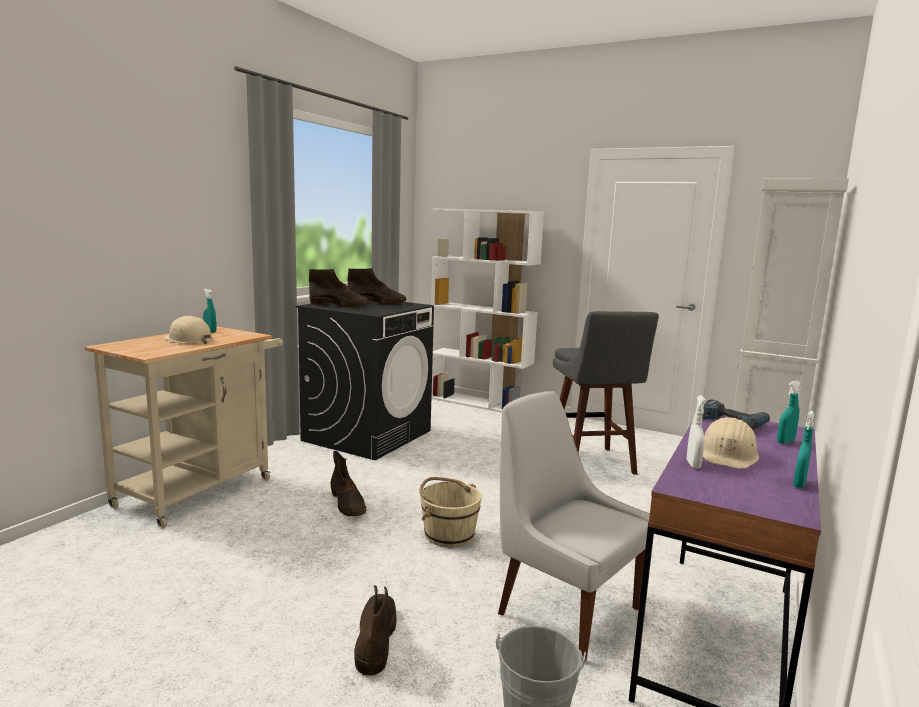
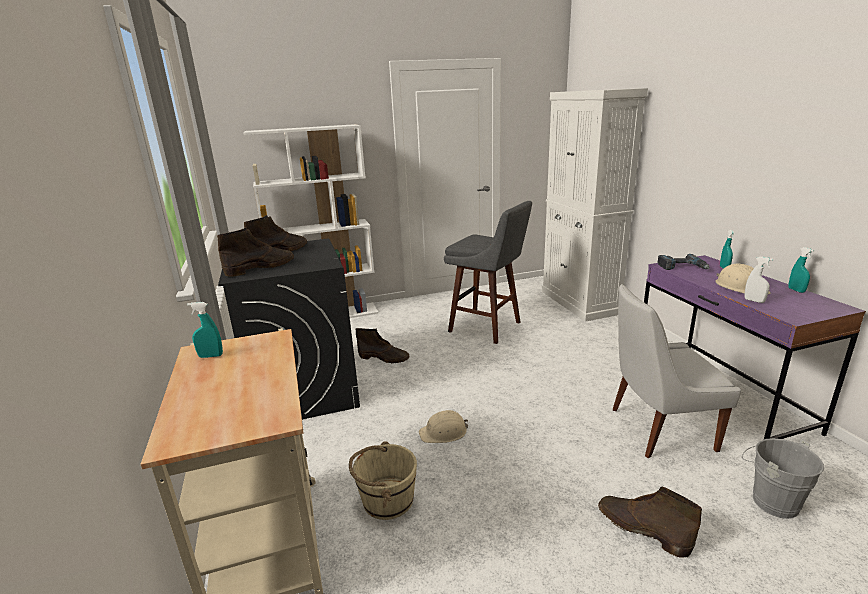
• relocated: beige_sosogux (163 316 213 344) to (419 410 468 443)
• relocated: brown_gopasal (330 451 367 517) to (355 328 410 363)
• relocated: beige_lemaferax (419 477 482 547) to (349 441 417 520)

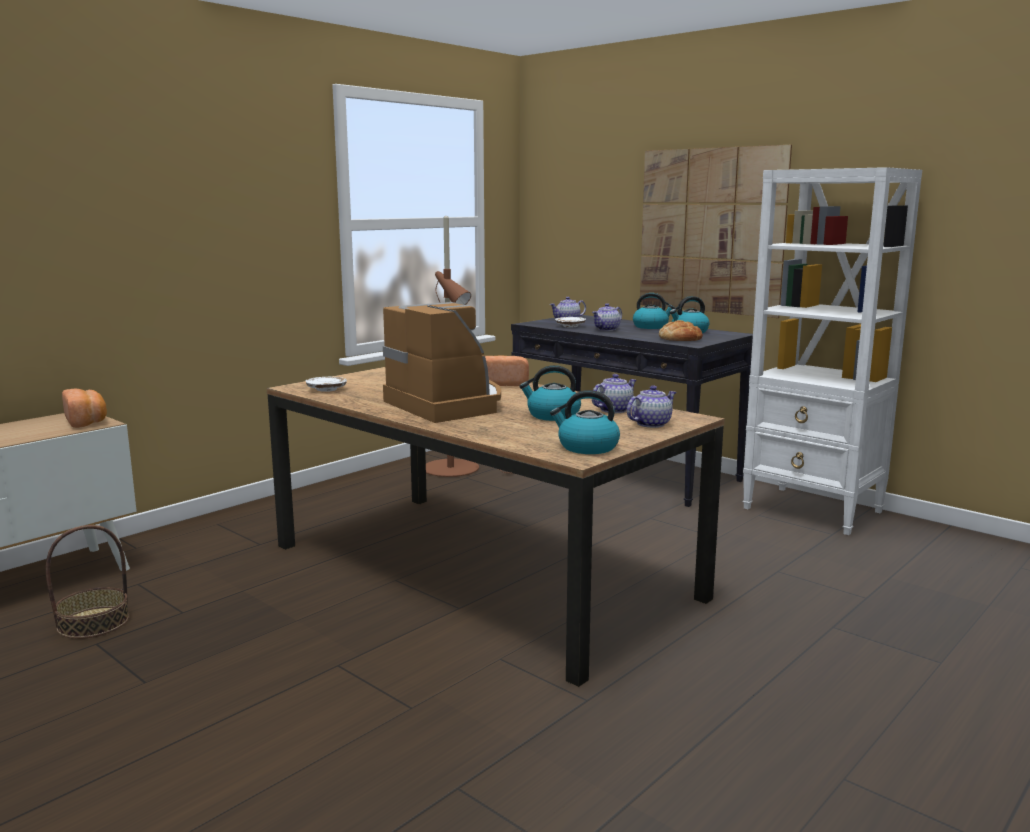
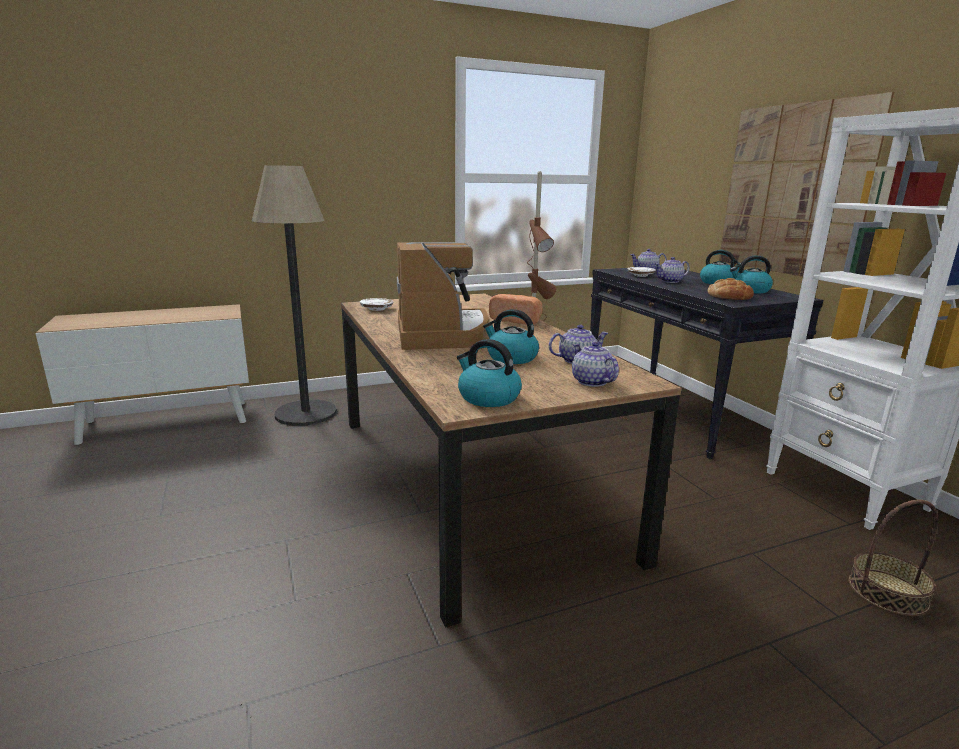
• missing: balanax (62 389 107 428)
• appeared: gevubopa (252 165 337 426)
• relocated: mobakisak (46 525 130 639) to (849 500 938 616)
• spun: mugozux (627 386 676 428) = (572 342 619 387) 105 degrees counterclockwise

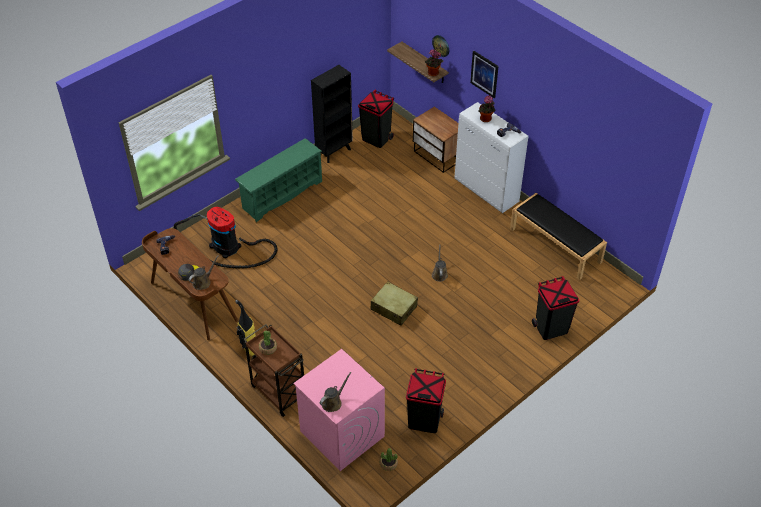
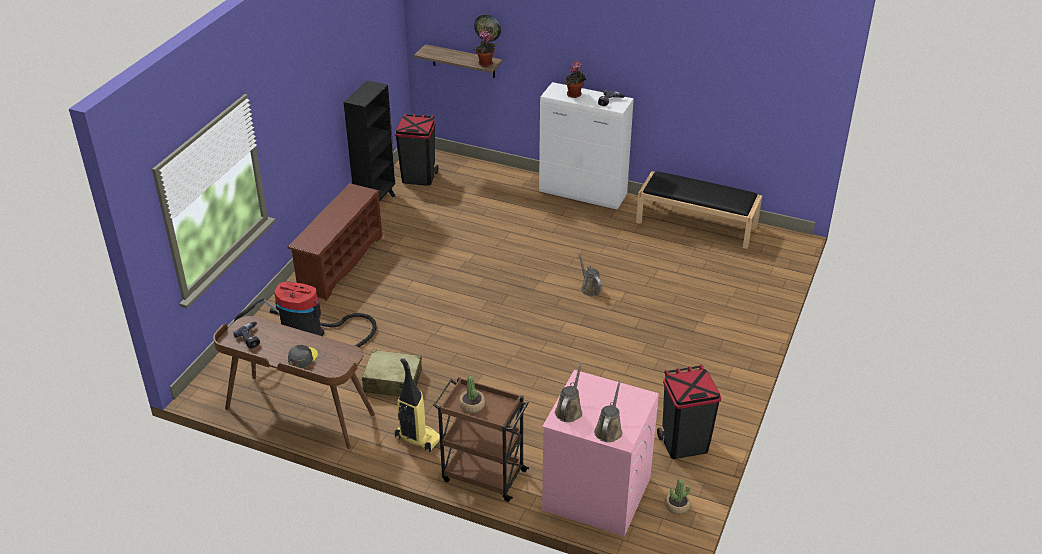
• missing: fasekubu (413 107 458 173)
• missing: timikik (470 51 499 98)
• missing: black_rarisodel (532 276 579 340)
• relocated: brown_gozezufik (188 255 219 290) to (555 362 583 422)
• relocated: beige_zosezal (370 281 418 326) to (362 350 422 396)
• colour: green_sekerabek (235 138 322 222) to brown_sekerabek (287 183 382 301)

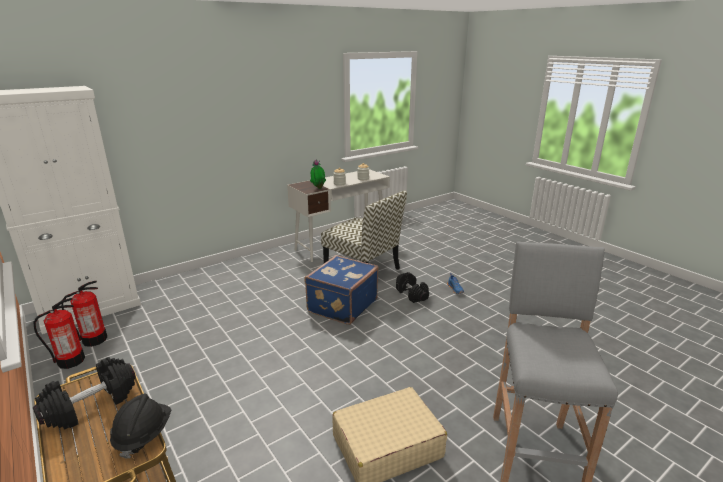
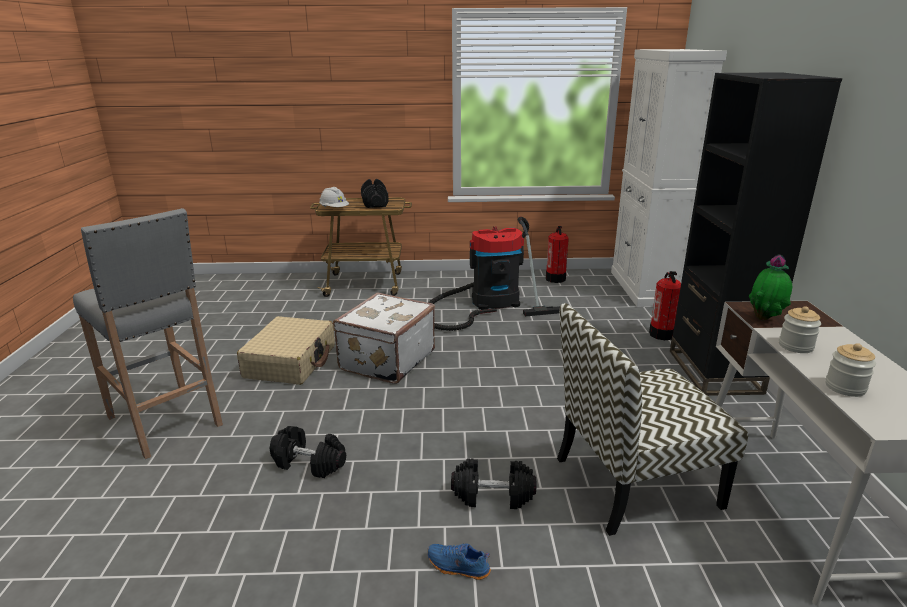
• missing: blue_zosezal (304 255 379 325)
• appeared: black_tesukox (270 426 346 478)
• appeared: white_zosezal (333 292 435 384)
• appeared: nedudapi (428 217 560 331)
• appeared: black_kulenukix (670 72 842 396)
• relocated: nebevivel (61 281 107 347) to (649 271 681 340)
• colour: black_sosogux (110 394 171 459) to white_sosogux (319 187 349 207)

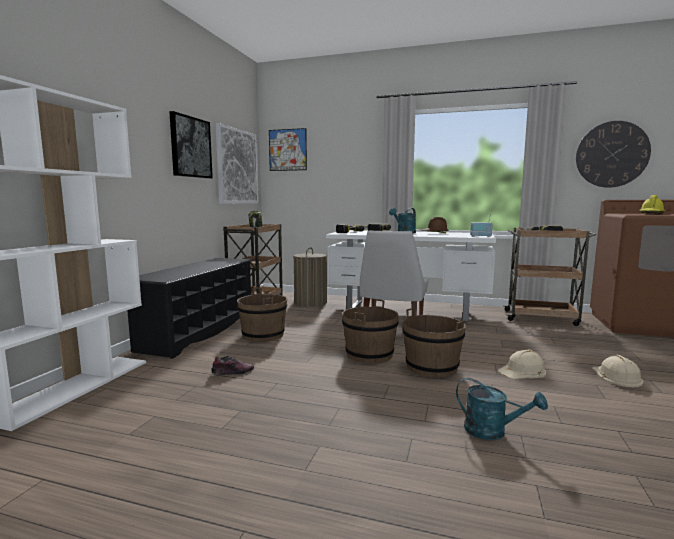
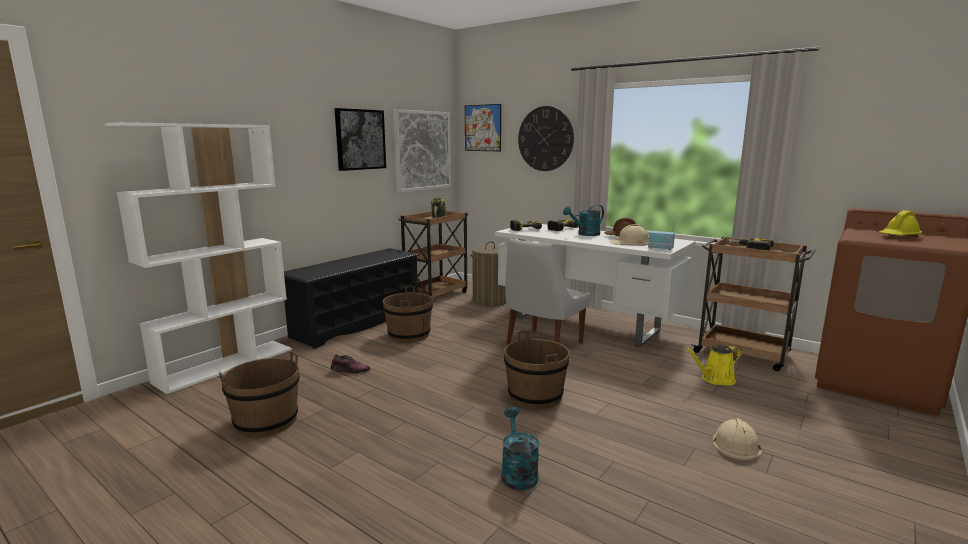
• appeared: yellow_gozezufik (685 345 742 386)
• relocated: brown_lemaferax (342 299 399 363) to (219 351 300 438)
• relocated: beige_sosogux (498 349 546 379) to (610 225 649 246)
• relocated: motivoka (576 121 651 188) to (518 106 574 171)
• spun: turquoise_gozezufik (456 378 548 440) = (501 407 539 490) 150 degrees counterclockwise

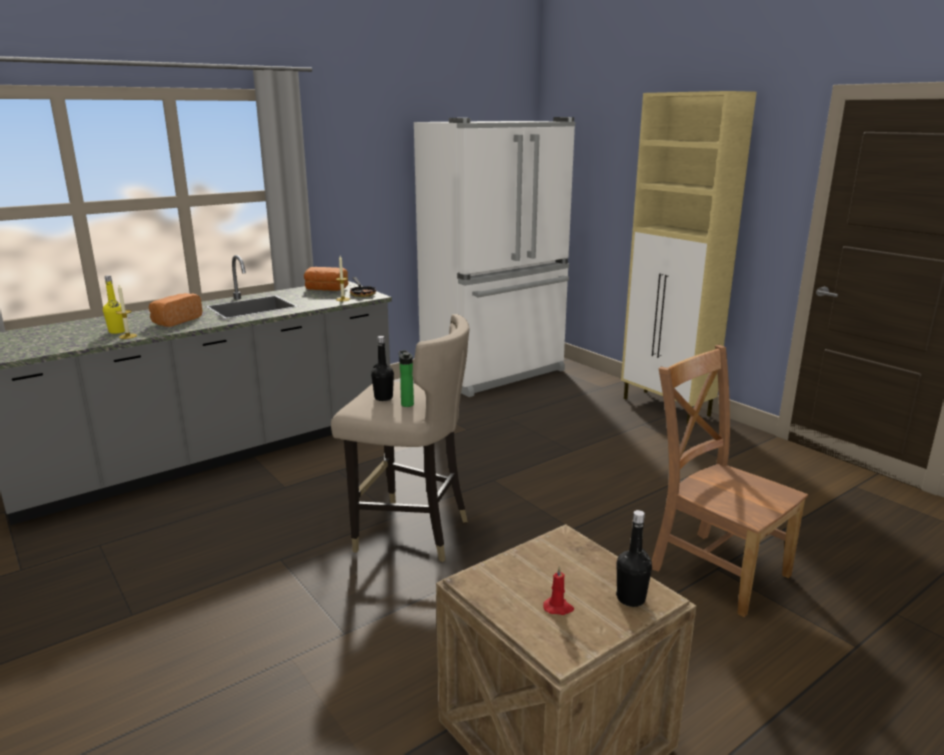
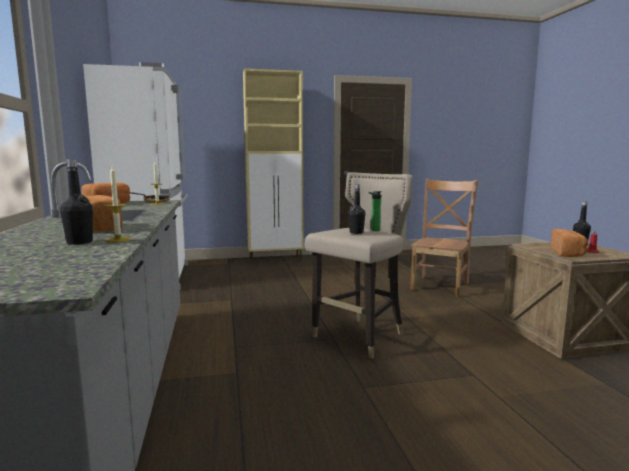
• appeared: balanax (551 229 588 257)
• colour: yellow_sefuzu (103 275 125 334) to black_sefuzu (60 159 93 245)
• spun: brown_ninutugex (652 345 808 617) = (410 179 479 297) 135 degrees clockwise

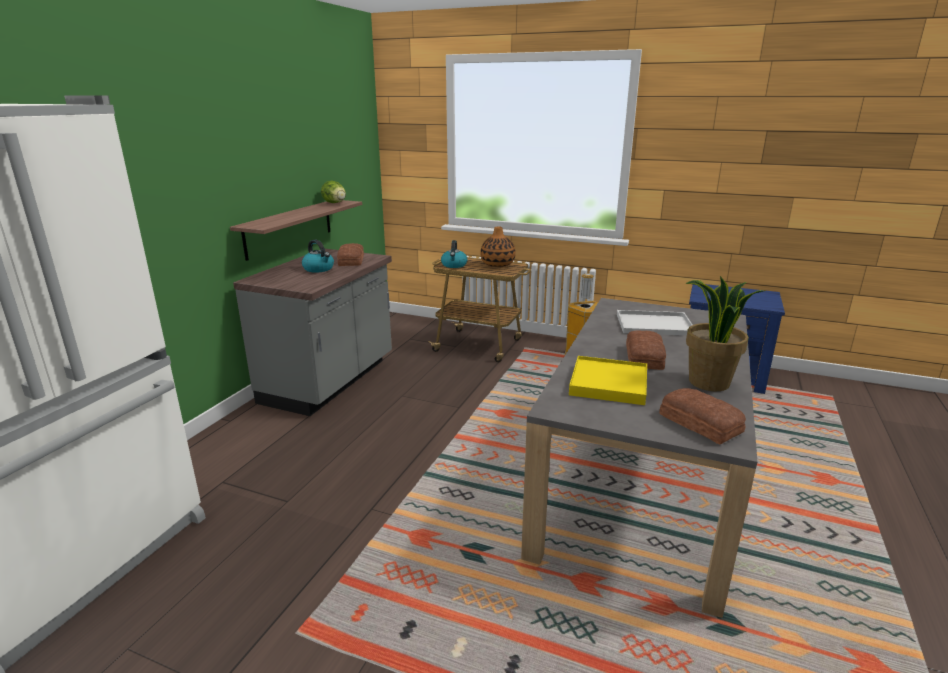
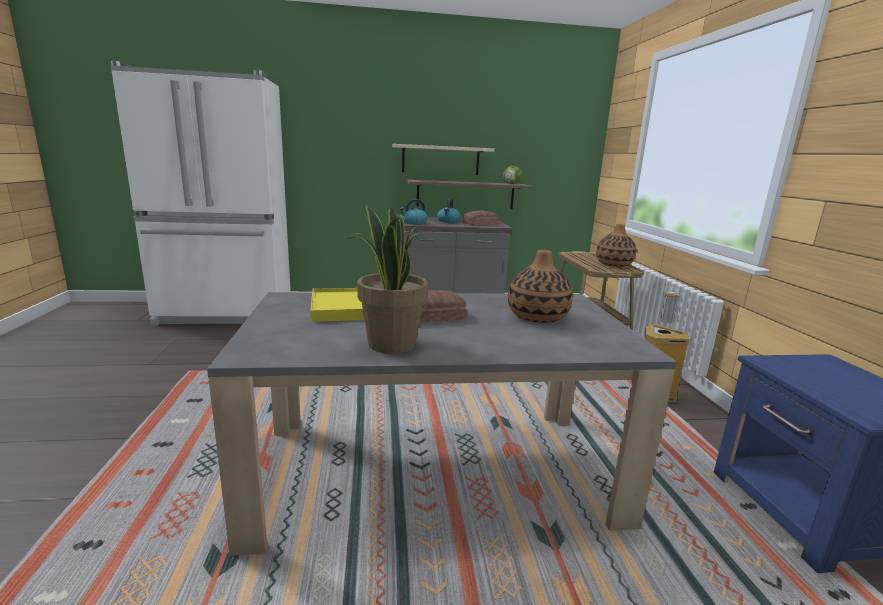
• missing: balanax (659 388 746 444)
• appeared: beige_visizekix (392 144 494 175)
• relocated: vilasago (441 240 467 268) to (400 199 428 225)
• exchanged: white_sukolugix (617 310 692 336) to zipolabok (508 250 572 323)

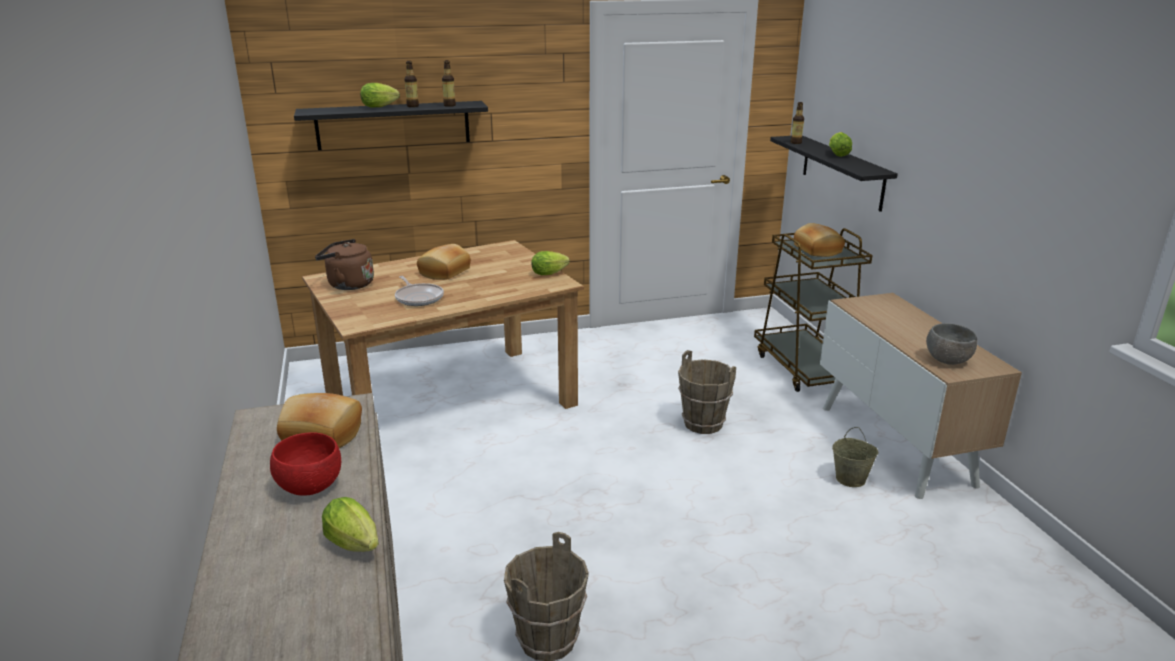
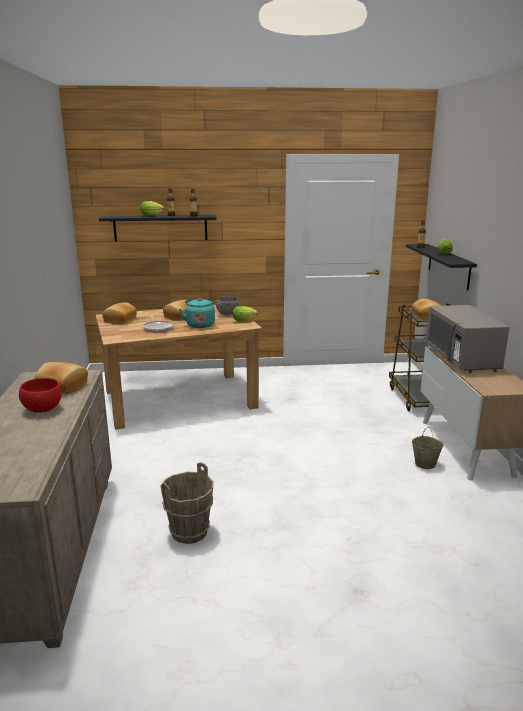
• missing: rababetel (322 497 379 552)
• missing: brown_lemaferax (678 350 736 434)
• appeared: turquoise_vilasago (179 298 215 328)
• appeared: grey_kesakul (426 305 510 373)
• relocated: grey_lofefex (926 323 977 365) to (216 296 239 315)
• exchanged: brown_vilasago (315 239 374 290) to balanax (102 302 137 324)

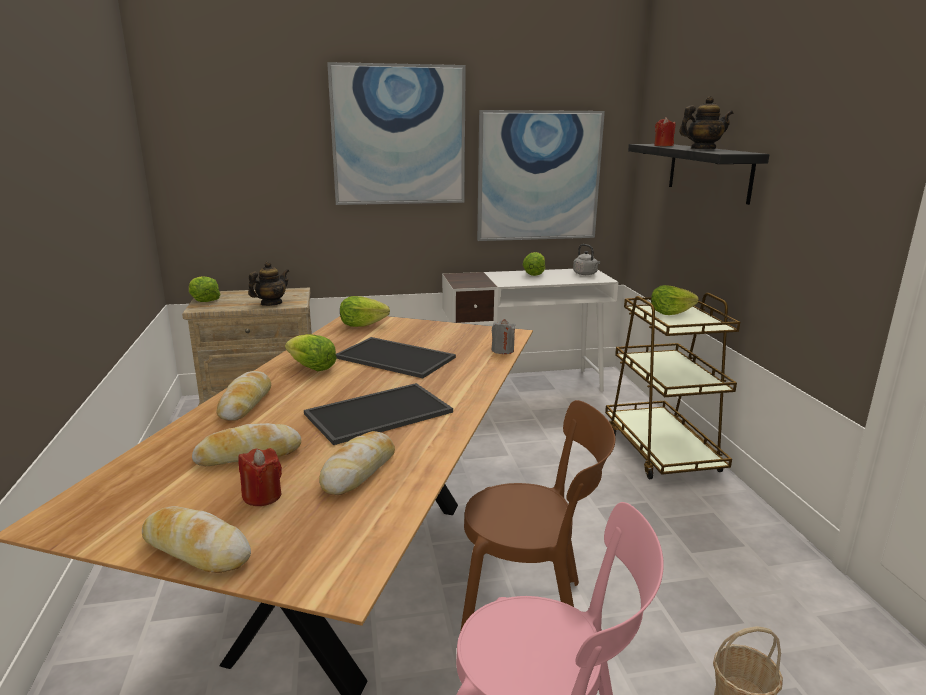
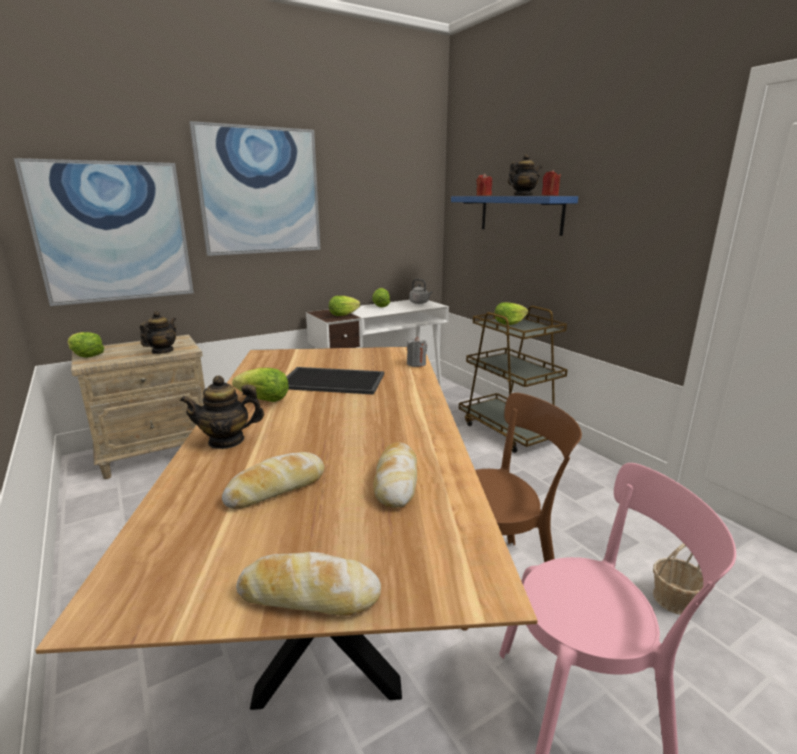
• missing: sukolugix (304 383 453 445)
• relocated: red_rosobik (238 448 282 506) to (542 170 561 196)
• relocated: rababetel (340 296 390 327) to (329 296 360 316)
• relocated: timikik (477 110 605 241) to (14 158 194 306)
• exchanged: balanax (217 371 271 421) to mugozux (180 376 264 449)
• colour: black_visizekix (628 144 770 205) to blue_visizekix (451 196 578 236)

